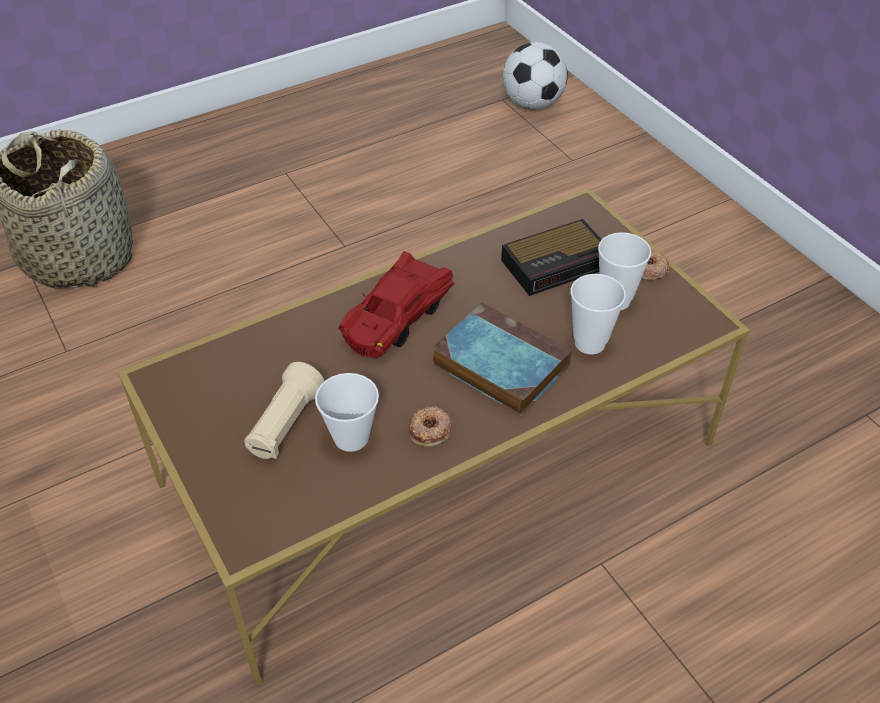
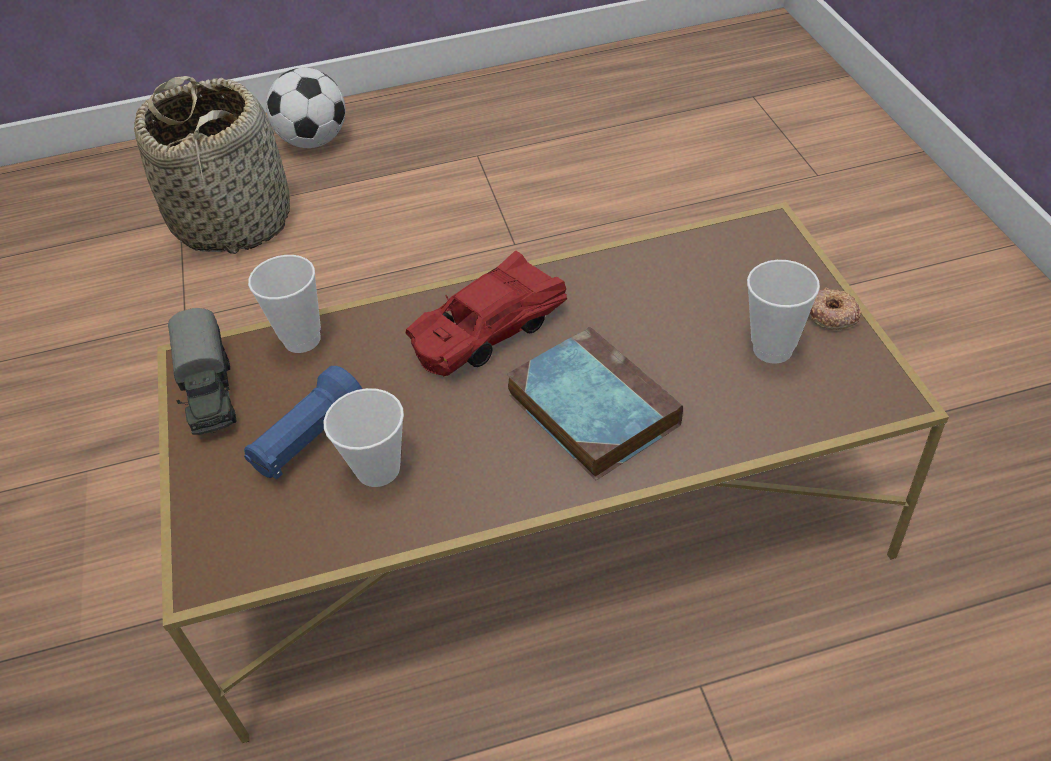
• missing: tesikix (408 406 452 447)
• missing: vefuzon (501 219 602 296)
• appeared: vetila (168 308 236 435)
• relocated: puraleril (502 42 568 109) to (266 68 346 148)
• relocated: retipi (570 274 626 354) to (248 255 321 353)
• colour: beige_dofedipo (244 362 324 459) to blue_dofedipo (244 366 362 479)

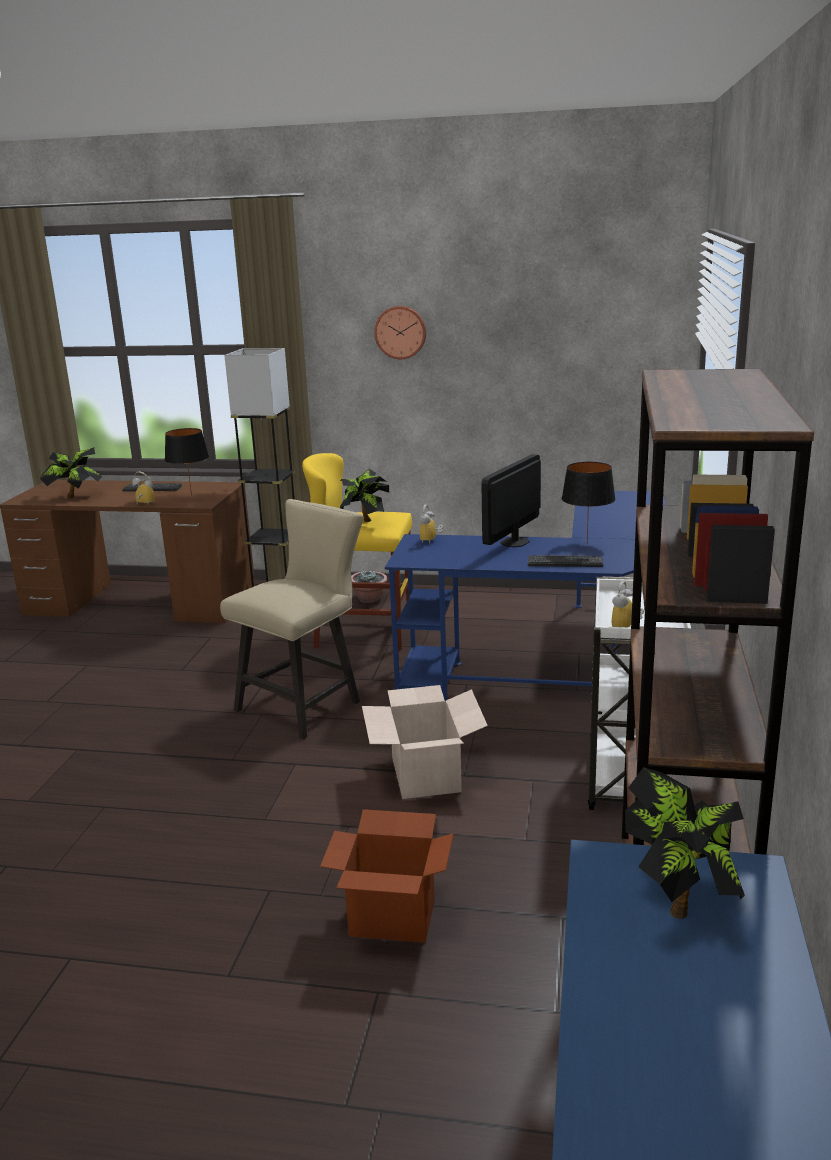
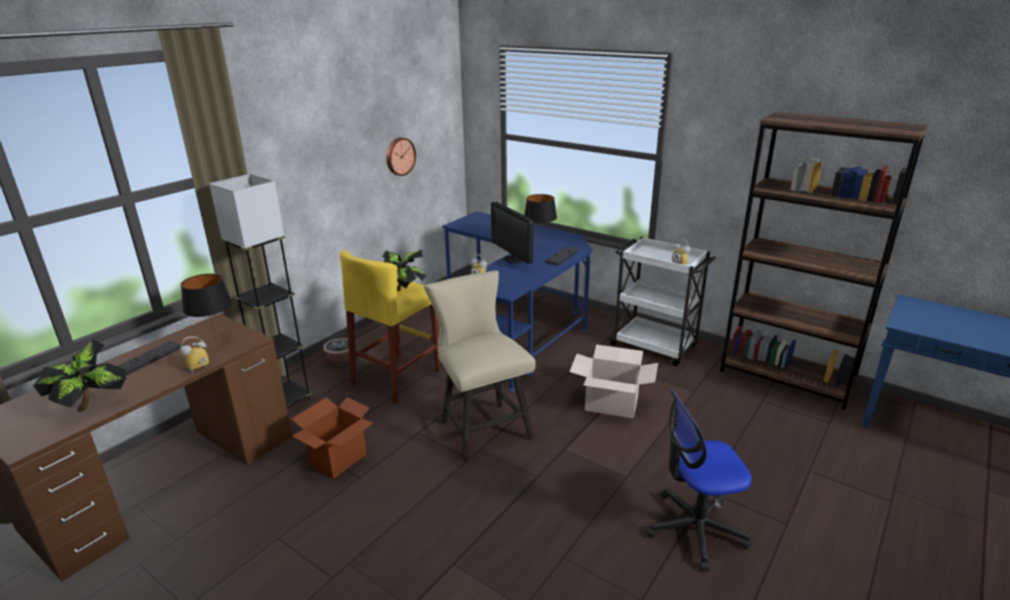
• missing: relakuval (625 767 745 919)
• appeared: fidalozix (646 389 752 571)
• relocated: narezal (320 809 453 943) to (291 397 373 479)
• relocated: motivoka (374 306 426 359) to (386 138 416 176)

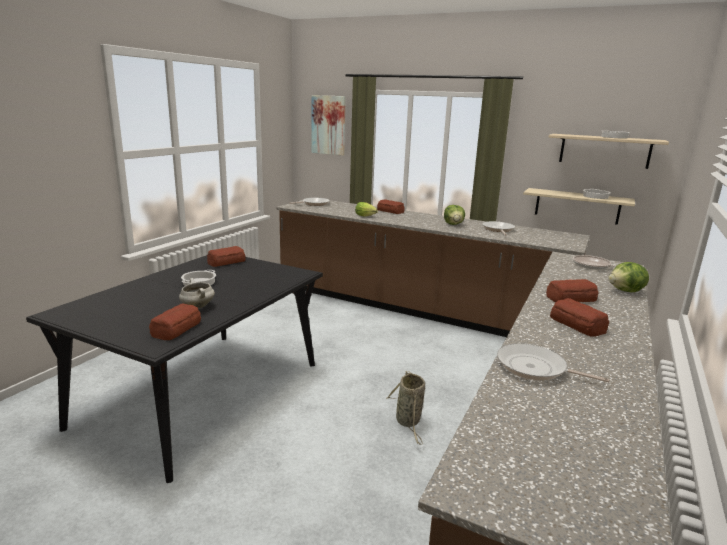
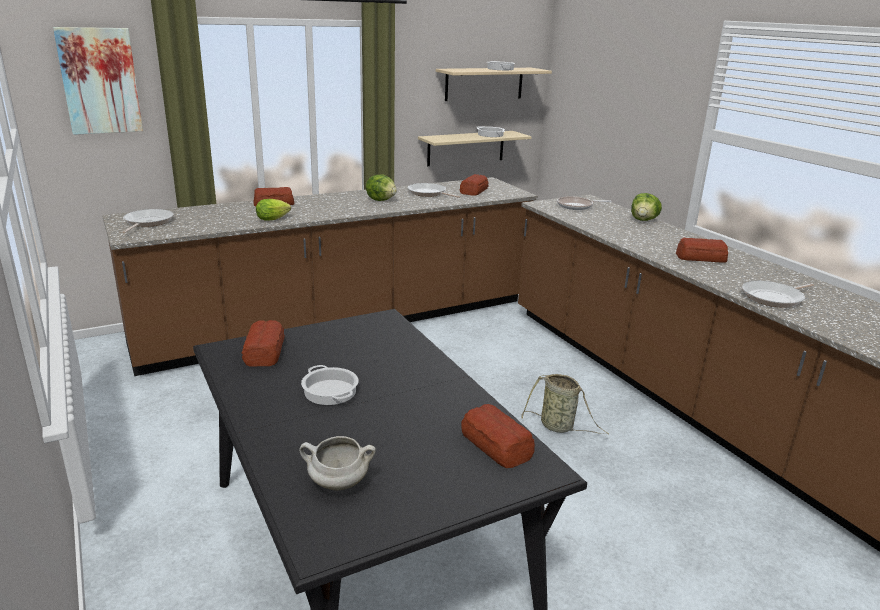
• relocated: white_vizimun (179 278 215 308) to (299 436 376 490)
• relocated: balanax (546 279 599 302) to (460 174 489 196)

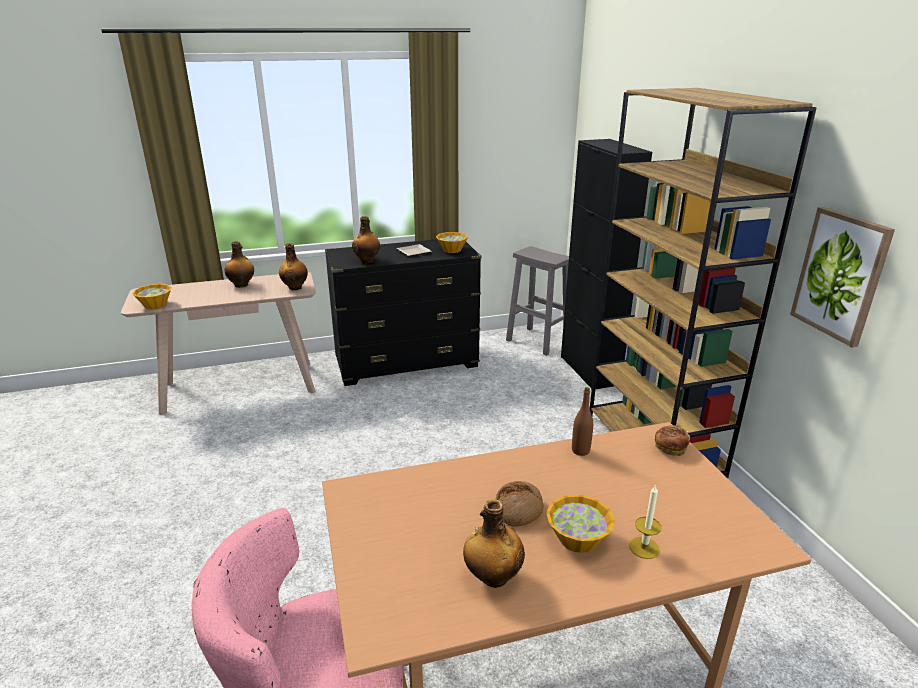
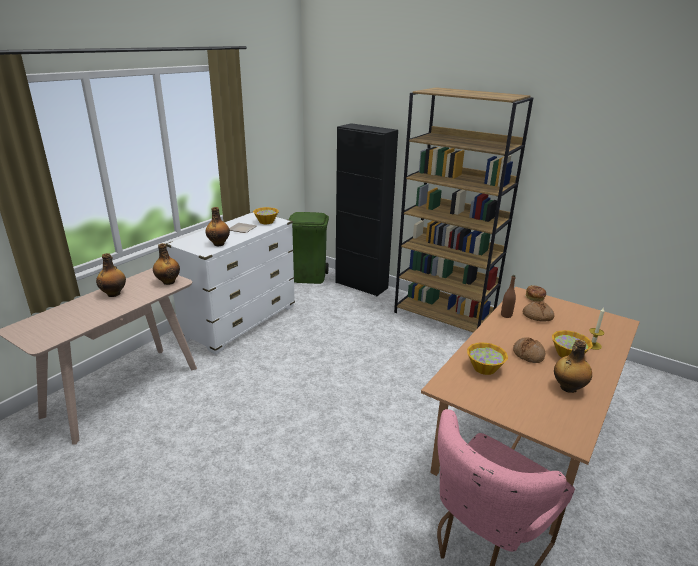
• missing: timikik (790 207 895 348)
• appeared: balanax (523 302 554 322)
• relocated: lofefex (132 284 172 309) to (467 342 508 375)
• exchanged: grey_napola (506 246 569 356) to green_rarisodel (289 212 329 284)
• colour: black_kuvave (325 239 481 386) to white_kuvave (166 212 295 354)

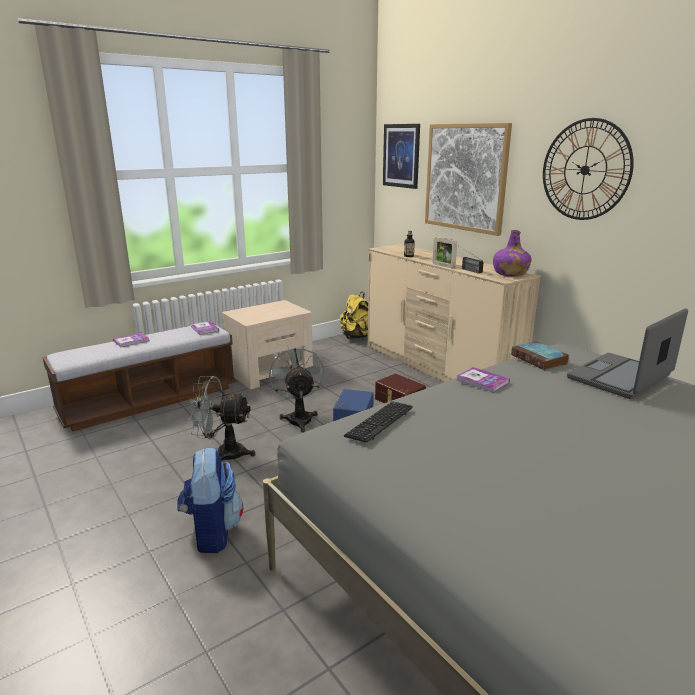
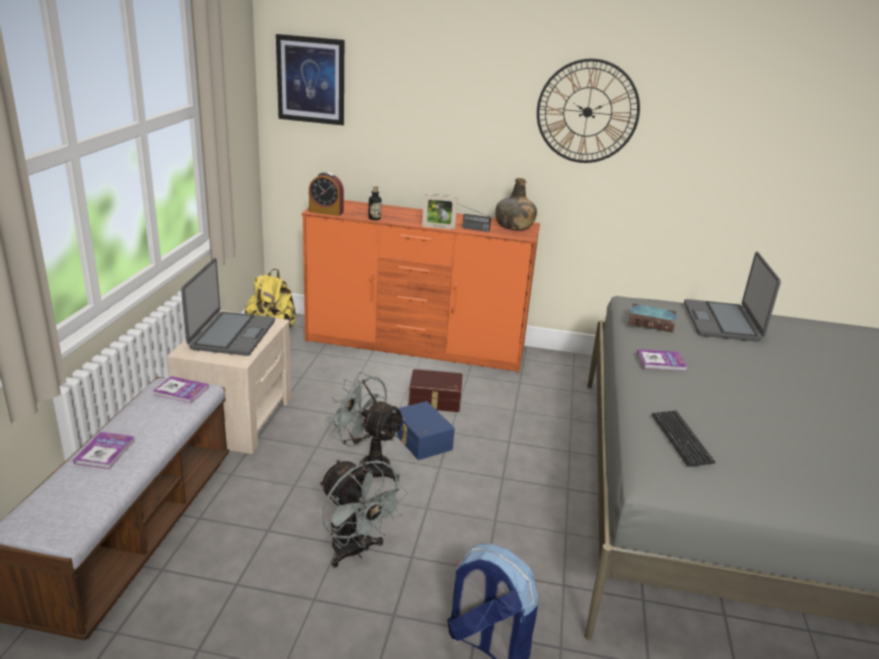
• missing: timikik (425 123 512 236)
• appeared: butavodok (181 258 275 356)
• appeared: vefuzon (309 172 344 216)
• colour: beige_kuvave (368 244 541 382) to orange_kuvave (302 200 540 373)
• colour: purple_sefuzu (493 230 531 276) to green_sefuzu (495 178 537 230)
• spun: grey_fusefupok (188 376 255 461) = (320 460 408 568) 90 degrees counterclockwise

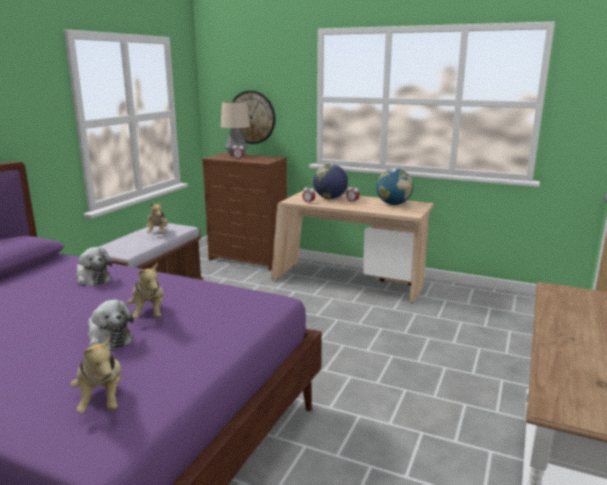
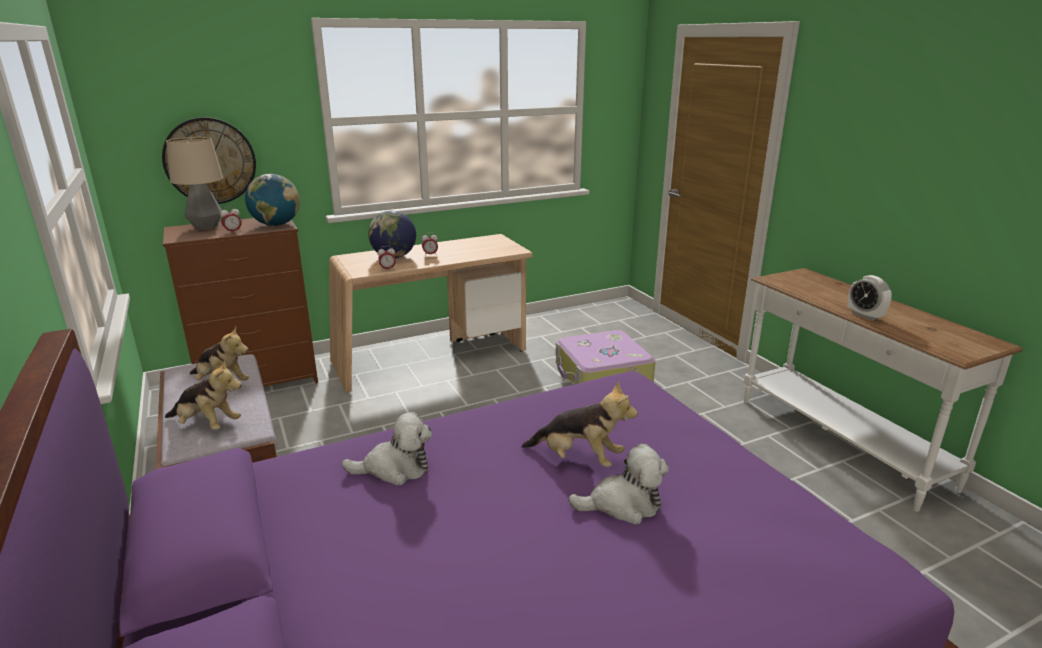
• appeared: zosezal (555 330 656 385)
• appeared: vefuzon (848 275 892 321)
• relocated: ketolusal (71 336 121 413) to (165 359 242 430)
• relocated: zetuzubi (376 168 413 205) to (245 174 300 226)

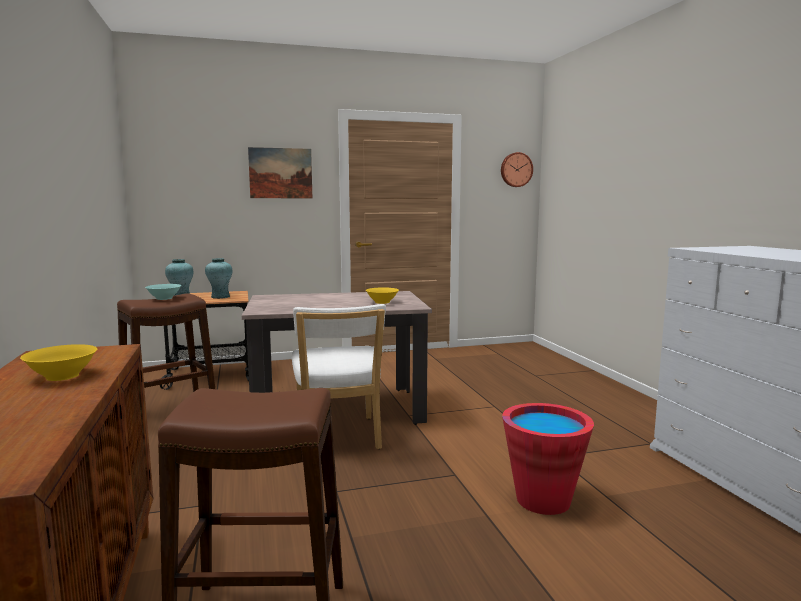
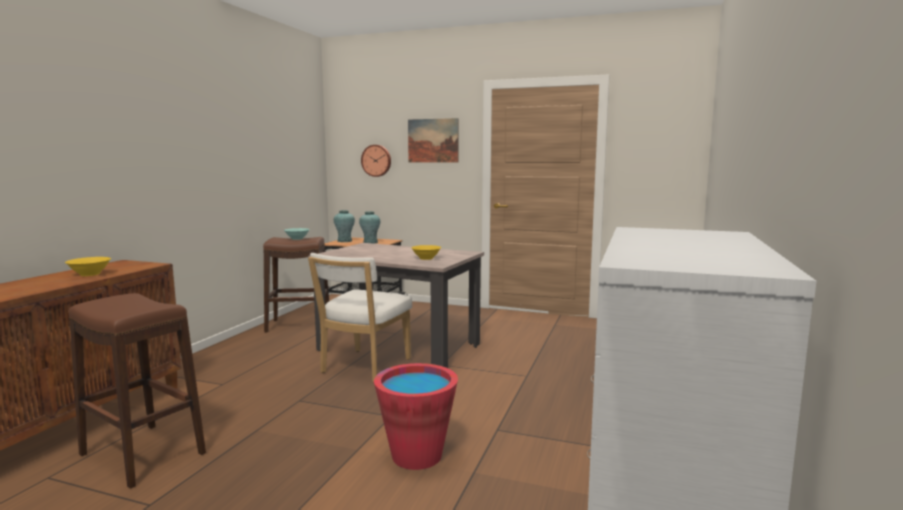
• relocated: motivoka (501 152 533 187) to (361 145 391 177)

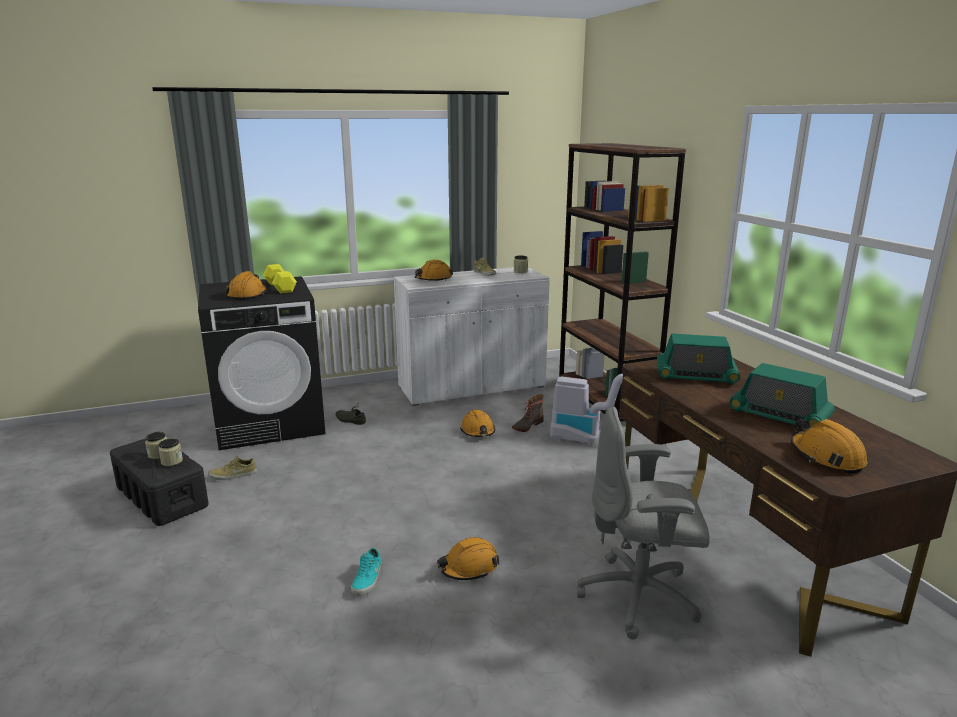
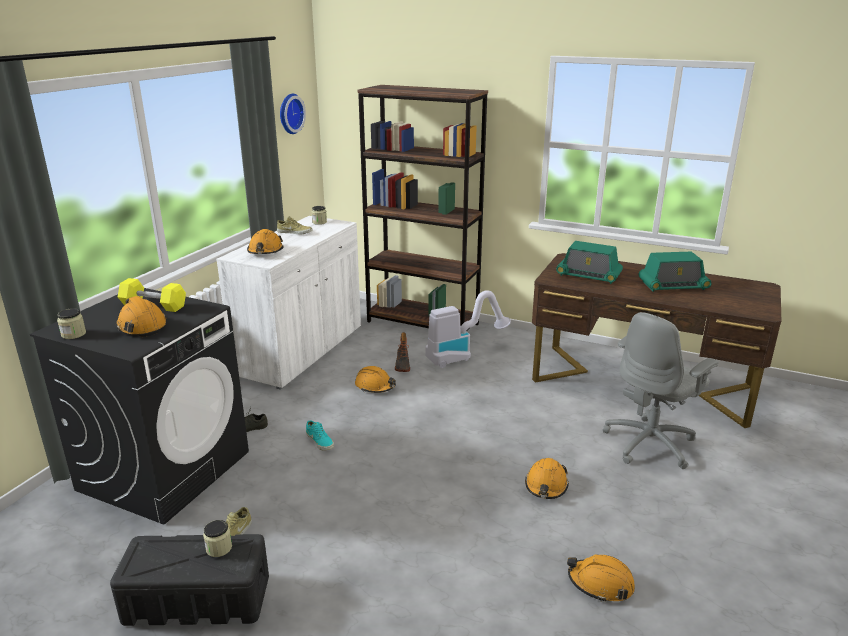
• appeared: motivoka (280 94 306 134)
• relocated: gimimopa (145 432 167 459) to (57 308 86 339)
• relocated: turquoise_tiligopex (351 548 381 595) to (306 420 334 450)
• relocated: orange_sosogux (791 419 867 474) to (567 554 635 602)
• spun: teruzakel (657 334 740 385) = (556 241 623 284) 60 degrees clockwise

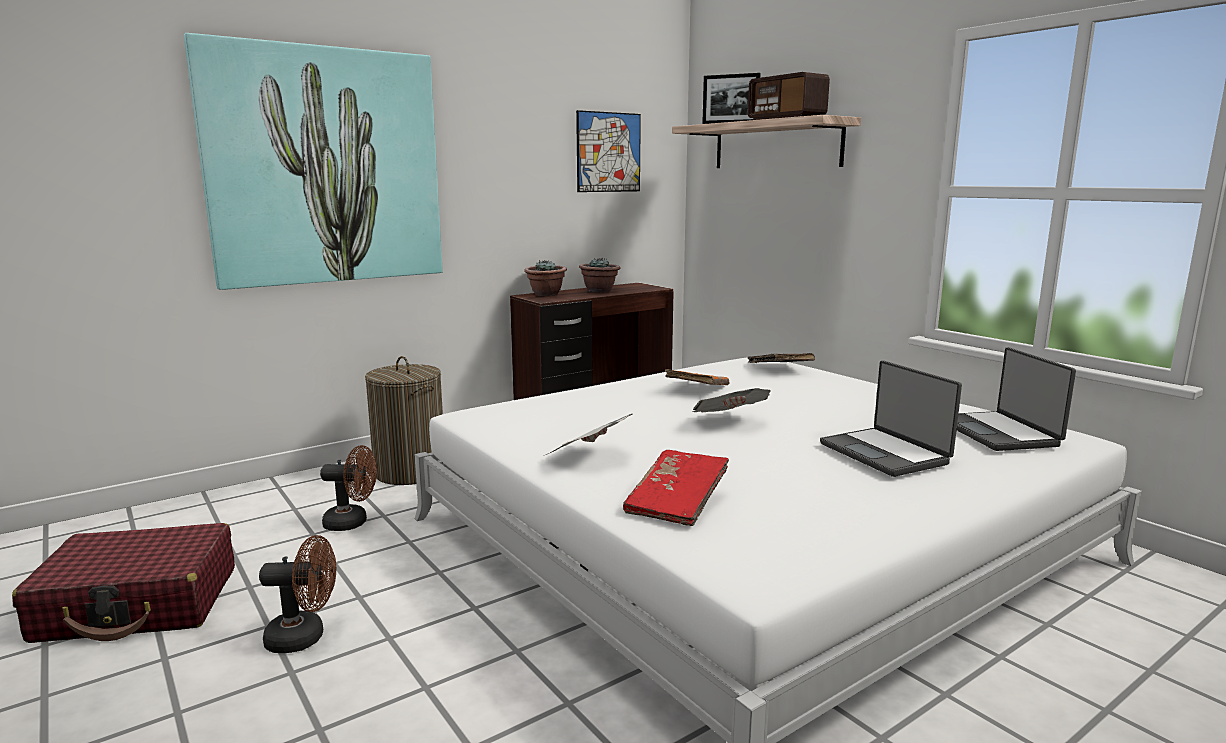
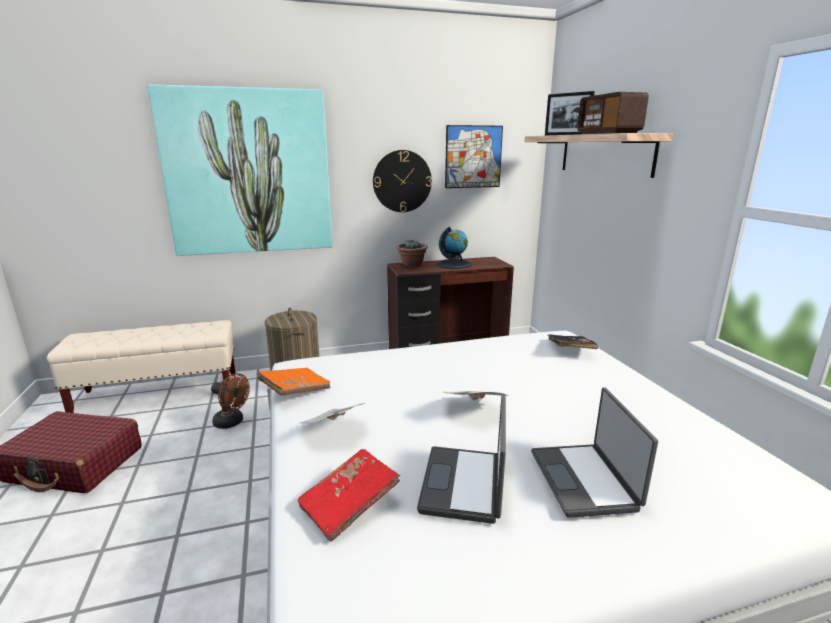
• missing: brown_fusefupok (259 535 336 653)
• appeared: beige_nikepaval (47 320 235 413)
• appeared: motivoka (373 150 432 212)
• relocated: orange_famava (665 369 729 385) to (257 368 330 396)
• relocated: butavodok (957 347 1076 451) to (417 395 506 524)
• exchanged: relakuval (579 258 620 293) to zetuzubi (437 227 472 269)

